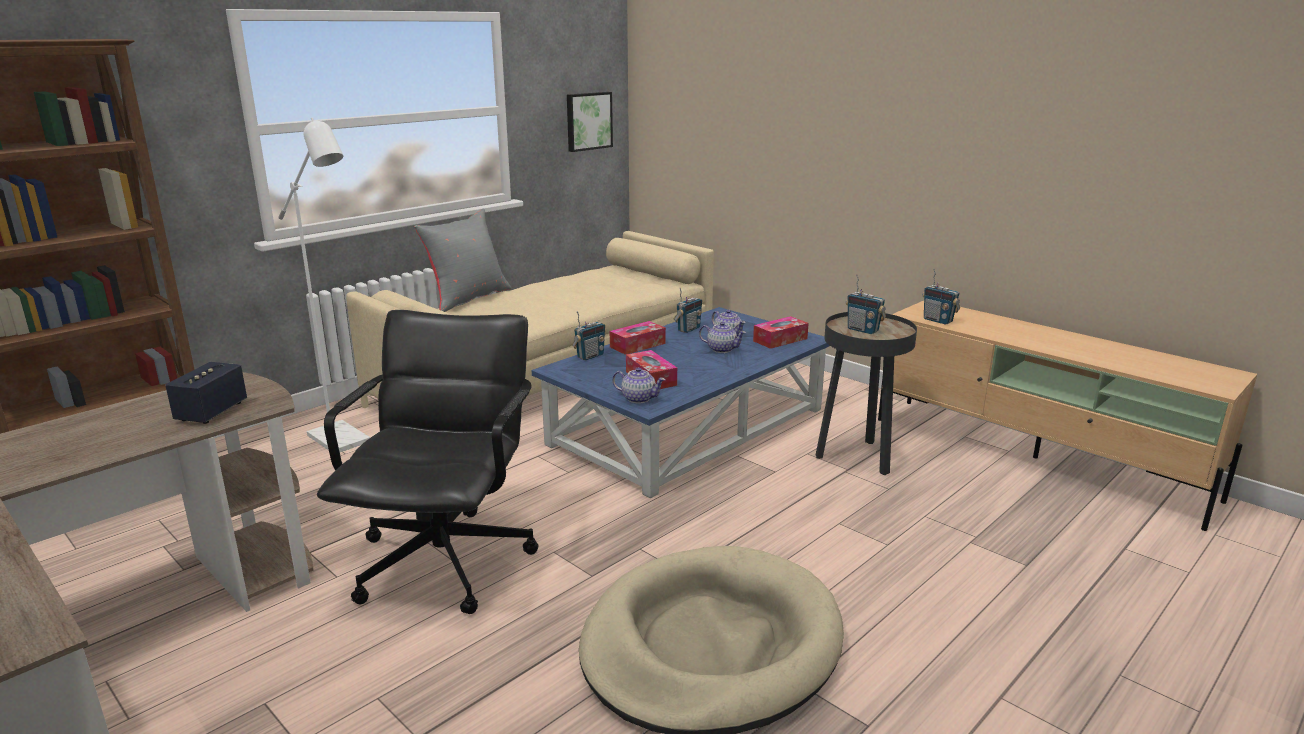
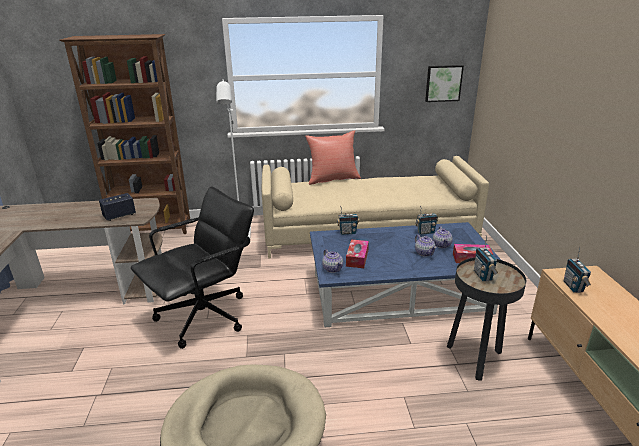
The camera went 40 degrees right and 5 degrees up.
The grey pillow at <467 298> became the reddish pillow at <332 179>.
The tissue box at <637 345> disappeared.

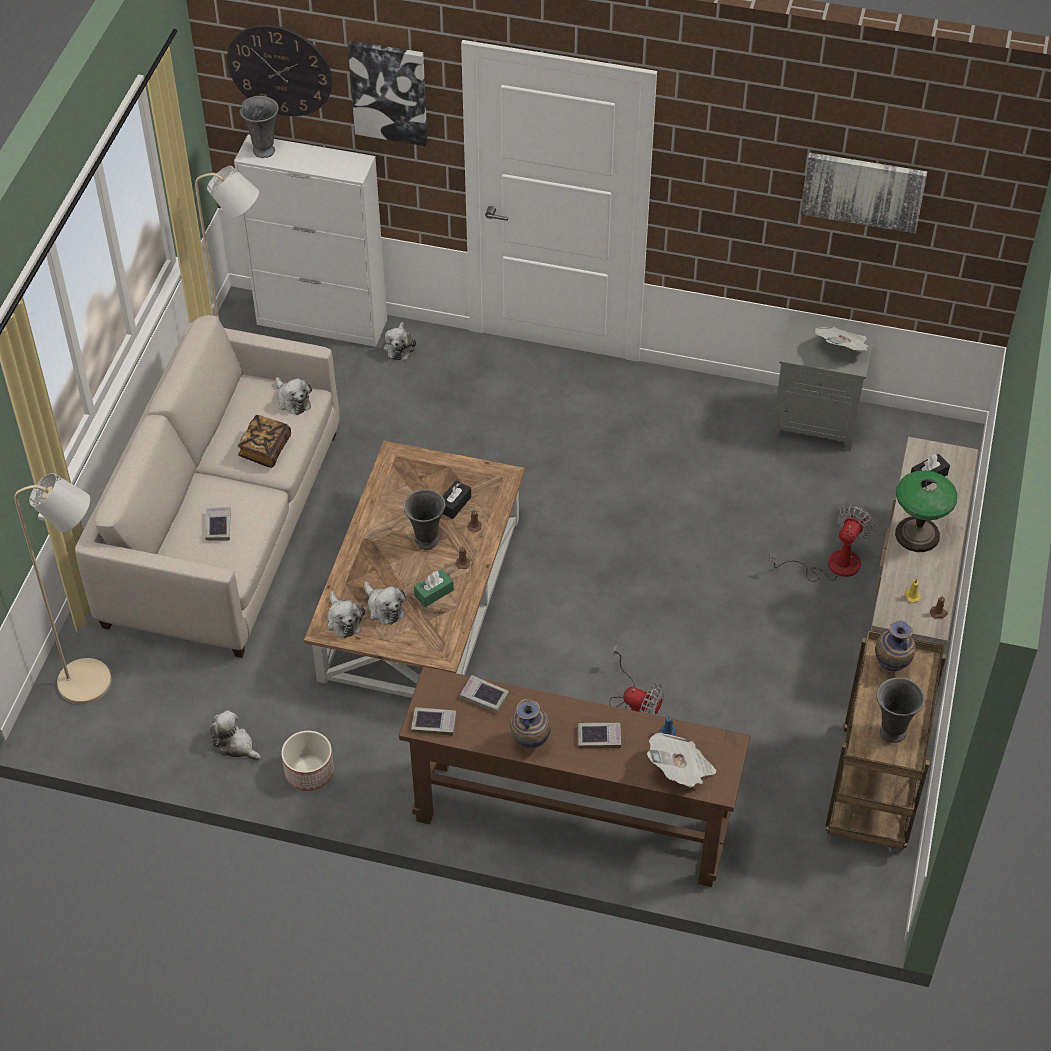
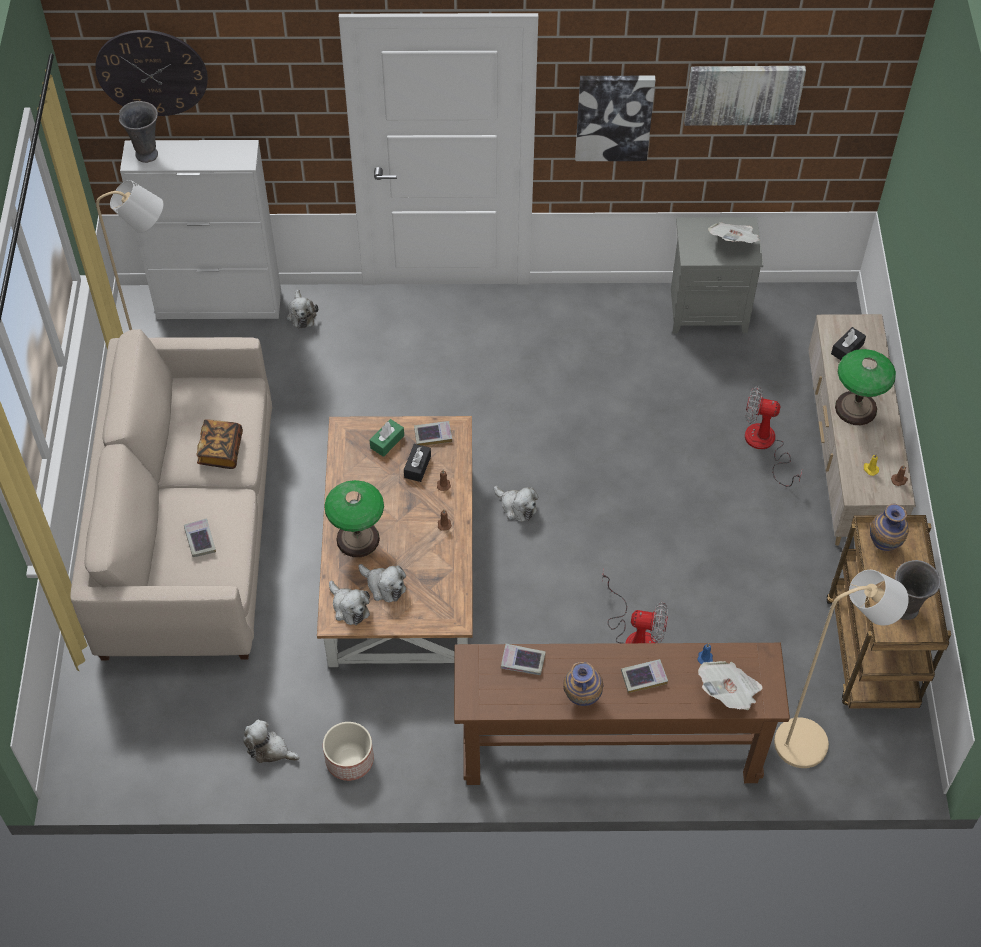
The camera went 15 degrees left and 5 degrees up.
The lamp for a table at <358 539> appeared.
The greenish tissue box moved from <434 593> to <387 442>.
The book moved from <434 723> to <433 435>.
The plush toy moved from <292 401> to <516 507>.
The picture moved from <389 91> to <614 116>.
The electric fan at <831 565> turned 90 degrees counterclockwise.
The sand-coloured floor lamp moved from <95 682> to <811 741>.
The grey flower vase at <426 541> disappeared.

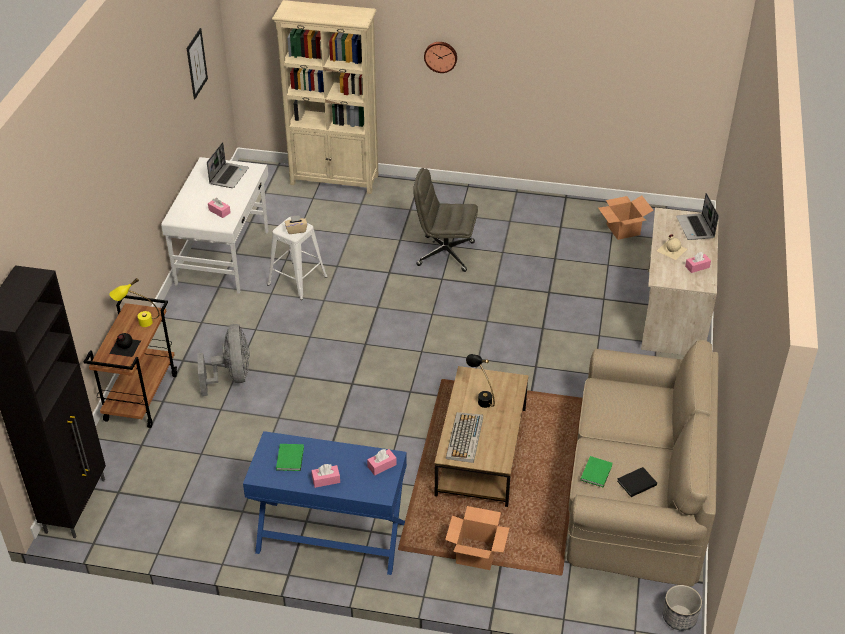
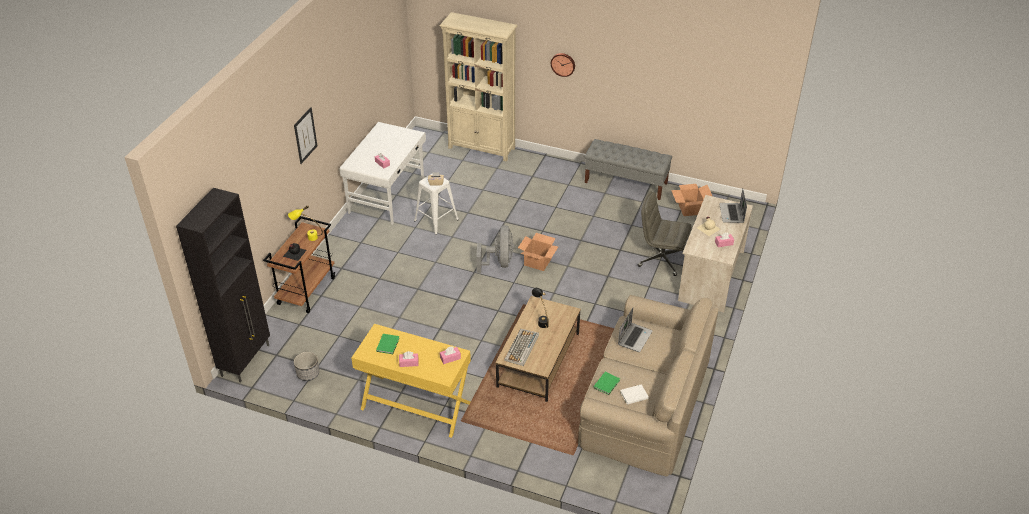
The camera went 10 degrees right and 0 degrees up.
The picture moved from <196 63> to <305 135>.
The plant pot moved from <679 617> to <308 374>.
The bluish console table at <330 537> became the yellow console table at <415 406>.
The grey electric fan moved from <232 377> to <499 263>.
The carton moved from <475 554> to <537 262>.
The grey long seat at <626 183> appeared.
The portable computer moved from <228 176> to <634 337>.
The black-coloured book at <635 483> became the whitish book at <633 395>.
The grey office chair moved from <444 254> to <661 259>.

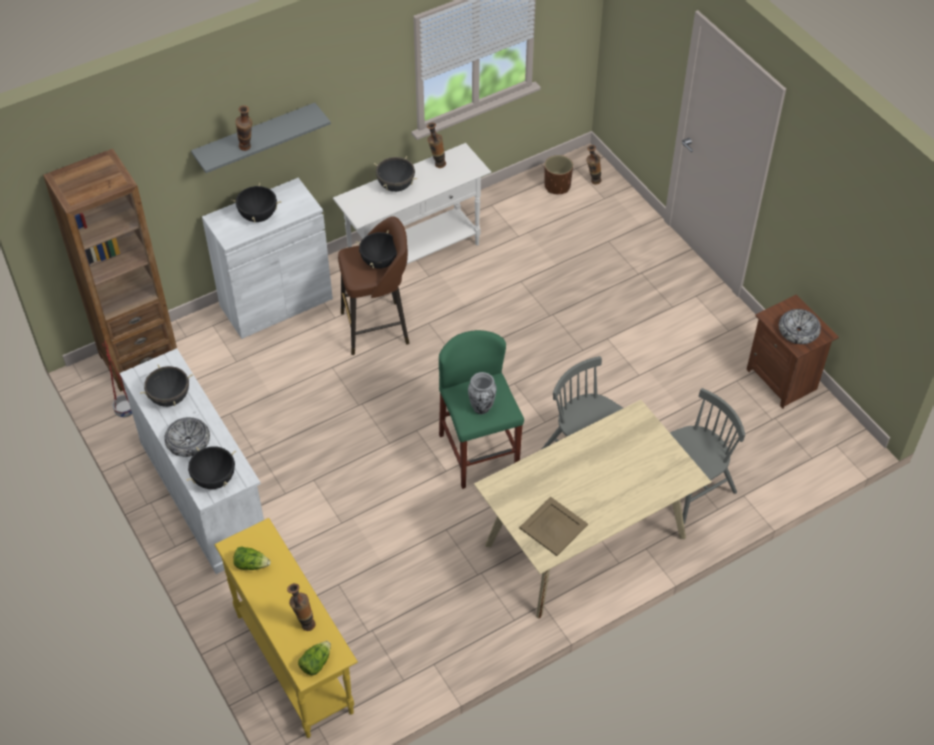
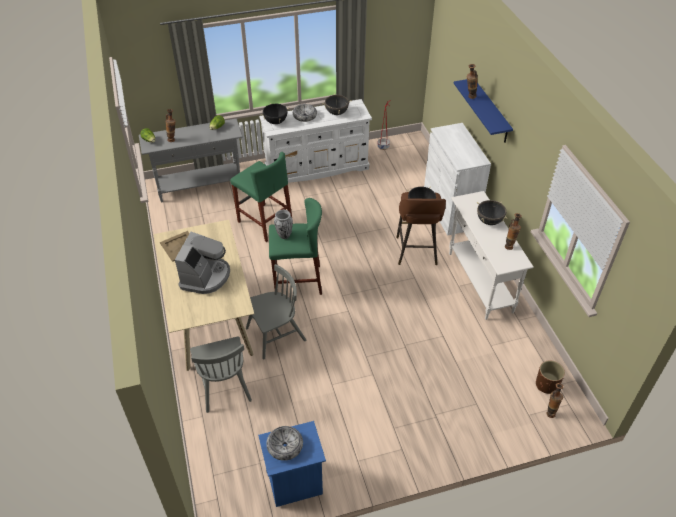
The camera went 105 degrees right and 5 degrees down.
The yellow console table at <294 662> became the grey console table at <200 186>.
The coffee machine at <205 276> appeared.
The greenish sitting stool at <265 222> appeared.
The brown-coloured night table at <783 379> became the bluish night table at <295 484>.
The grey shelf at <255 138> became the bluish shelf at <491 111>.
The brown-coloured bookcase at <140 359> disappeared.
The black-coloured saucepot at <258 216> disappeared.

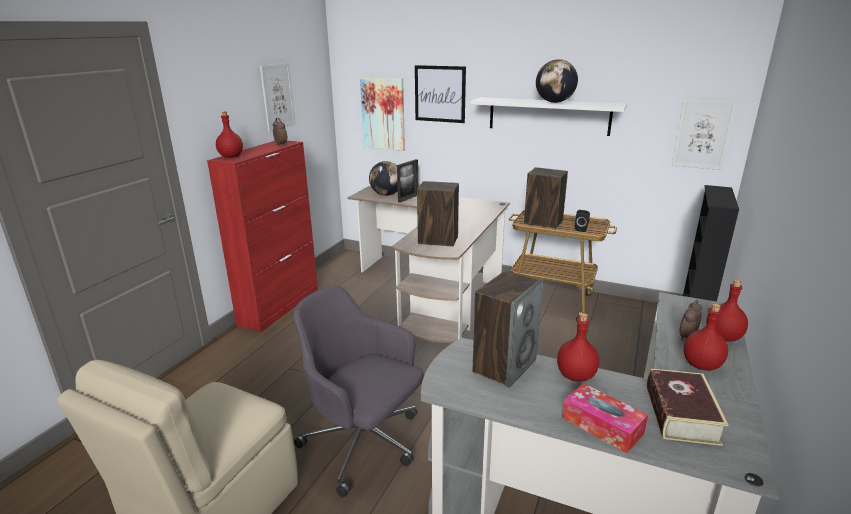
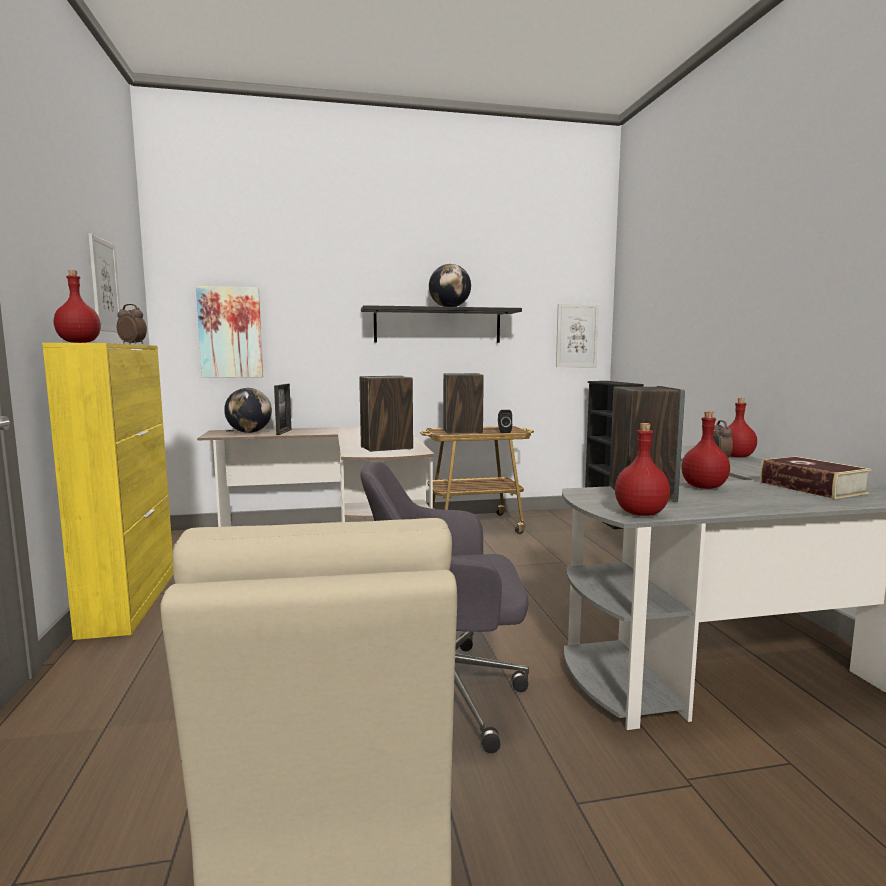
The camera went 35 degrees left and 15 degrees down.
The reddish cabinet at <280 306> became the yellow cabinet at <130 601>.
The whitish shelf at <548 116> became the black-coloured shelf at <438 326>.
The reddish bottle moved from <702 365> to <640 513>.
The picture at <440 94> disappeared.
The tissue box at <602 425> disappeared.

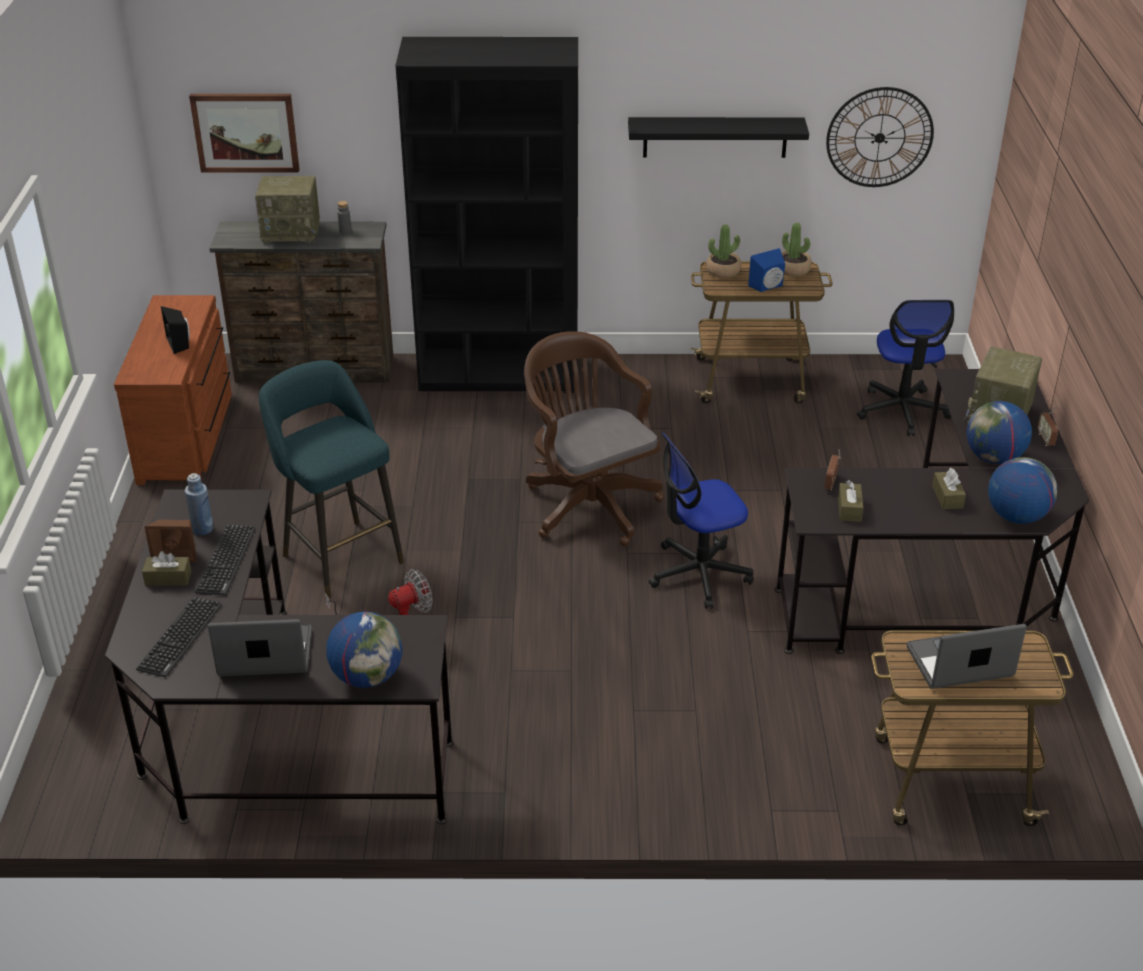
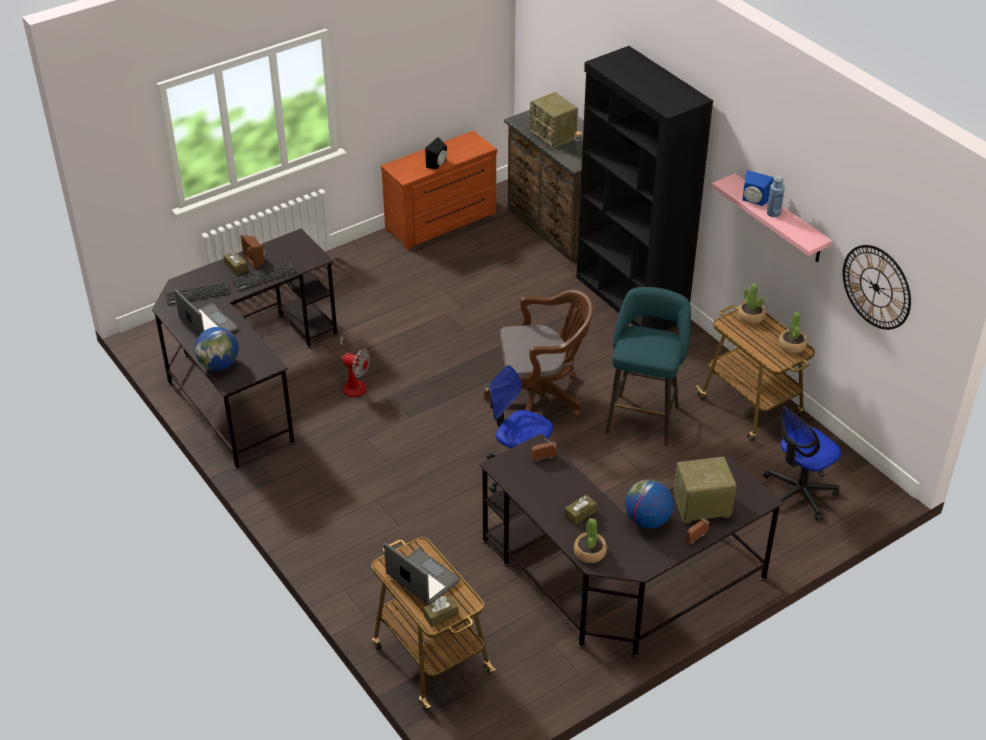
The camera went 55 degrees right and 5 degrees up.
The brown-coloured tissue box moved from <849 509> to <441 615>.
The brown-coloured office chair at <588 502> turned 60 degrees clockwise.
The world globe at <1016 516> was replaced by the plant in a pot at <589 552>.
The blue-green sitting stool moved from <339 555> to <643 416>.
The black-coloured shelf at <715 137> became the pink shelf at <780 219>.
The bluish speaker moved from <768 287> to <753 201>.
The bluish bottle moved from <202 529> to <773 213>.
The picture at <245 132> disappeared.

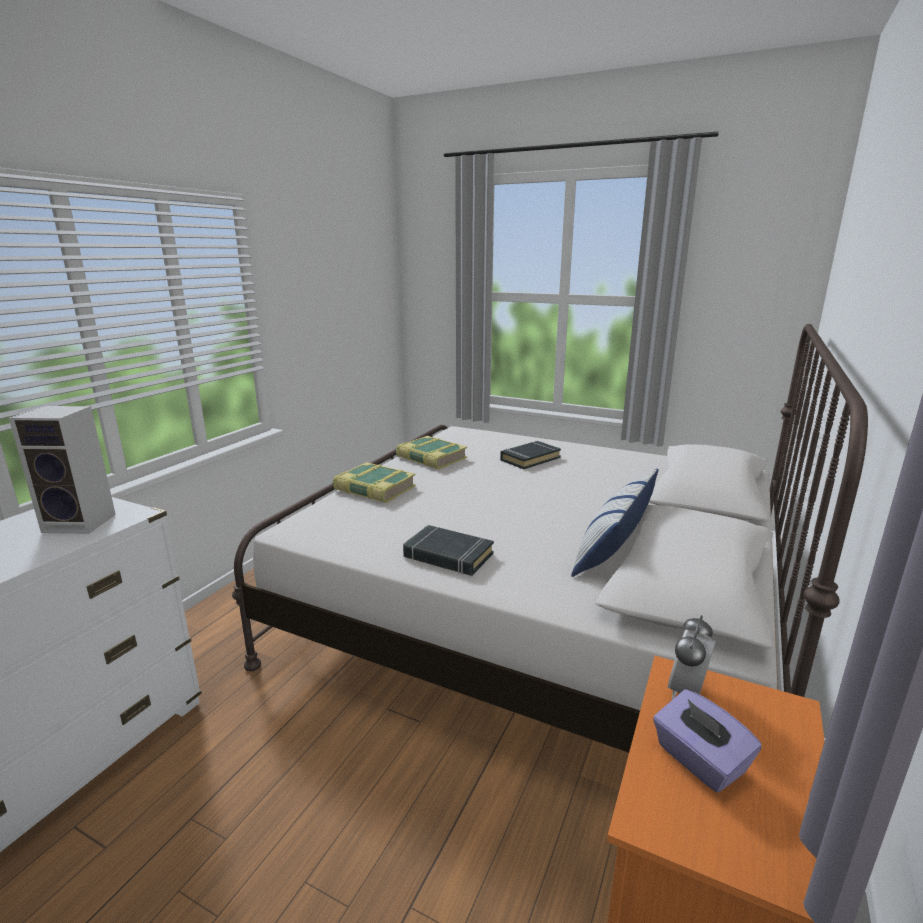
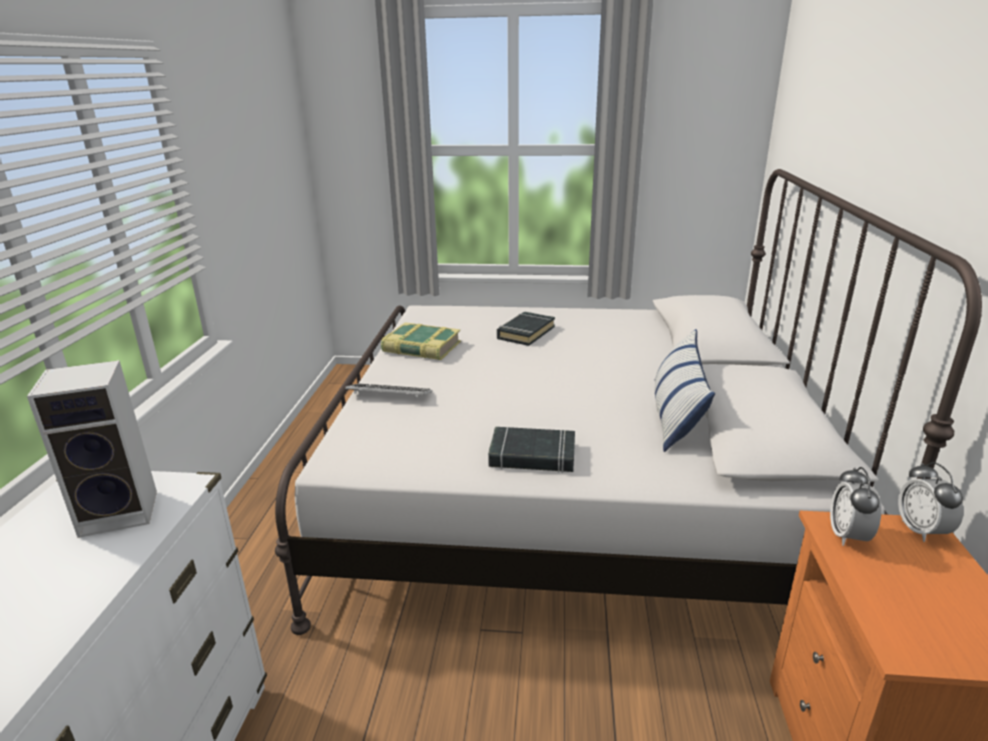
The camera went 20 degrees left and 5 degrees up.
The book at <374 489> was replaced by the keyboard at <389 395>.
The bedside clock at <921 530> appeared.
The purplish tissue box at <699 760> disappeared.

